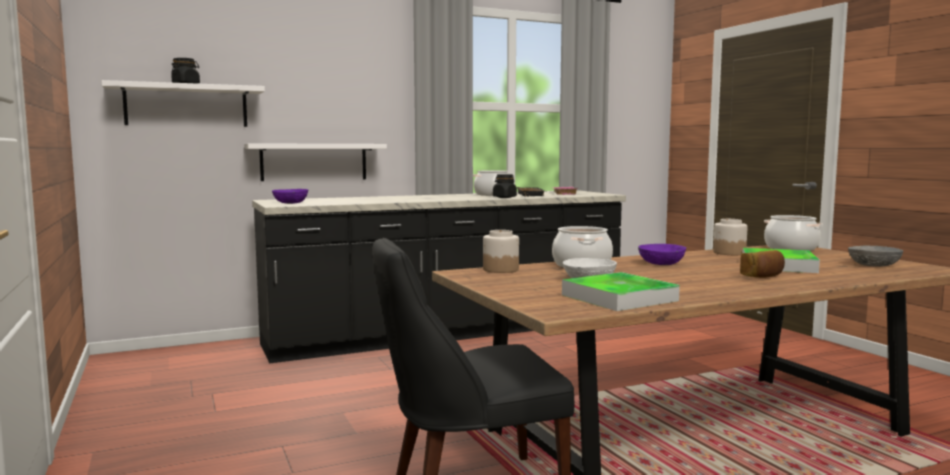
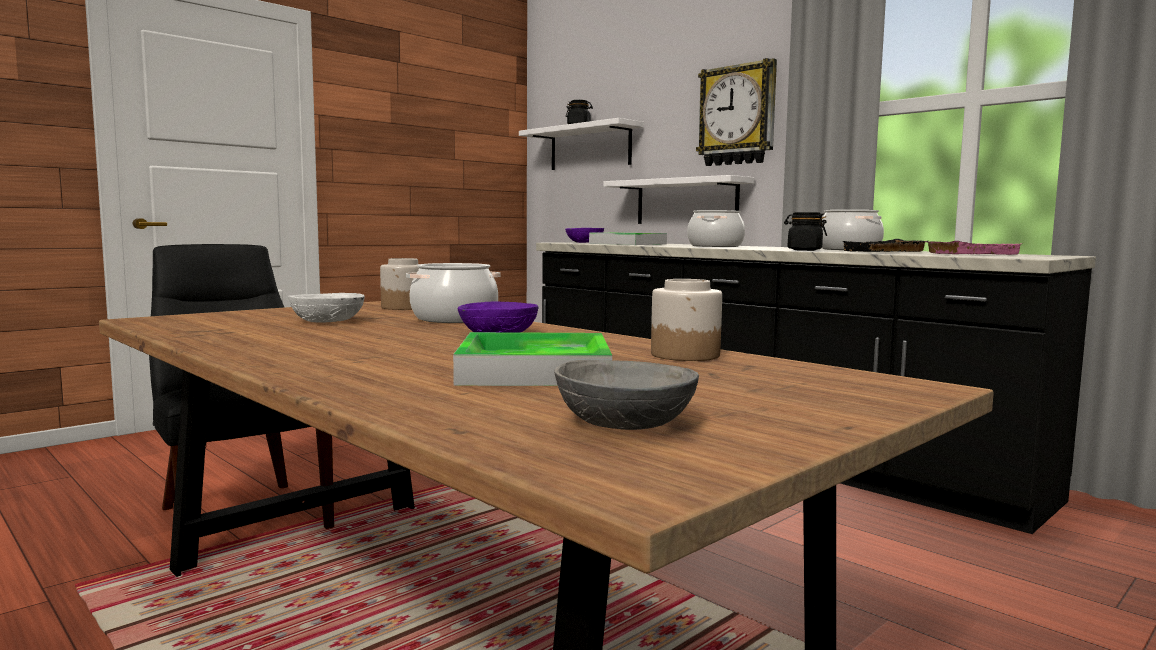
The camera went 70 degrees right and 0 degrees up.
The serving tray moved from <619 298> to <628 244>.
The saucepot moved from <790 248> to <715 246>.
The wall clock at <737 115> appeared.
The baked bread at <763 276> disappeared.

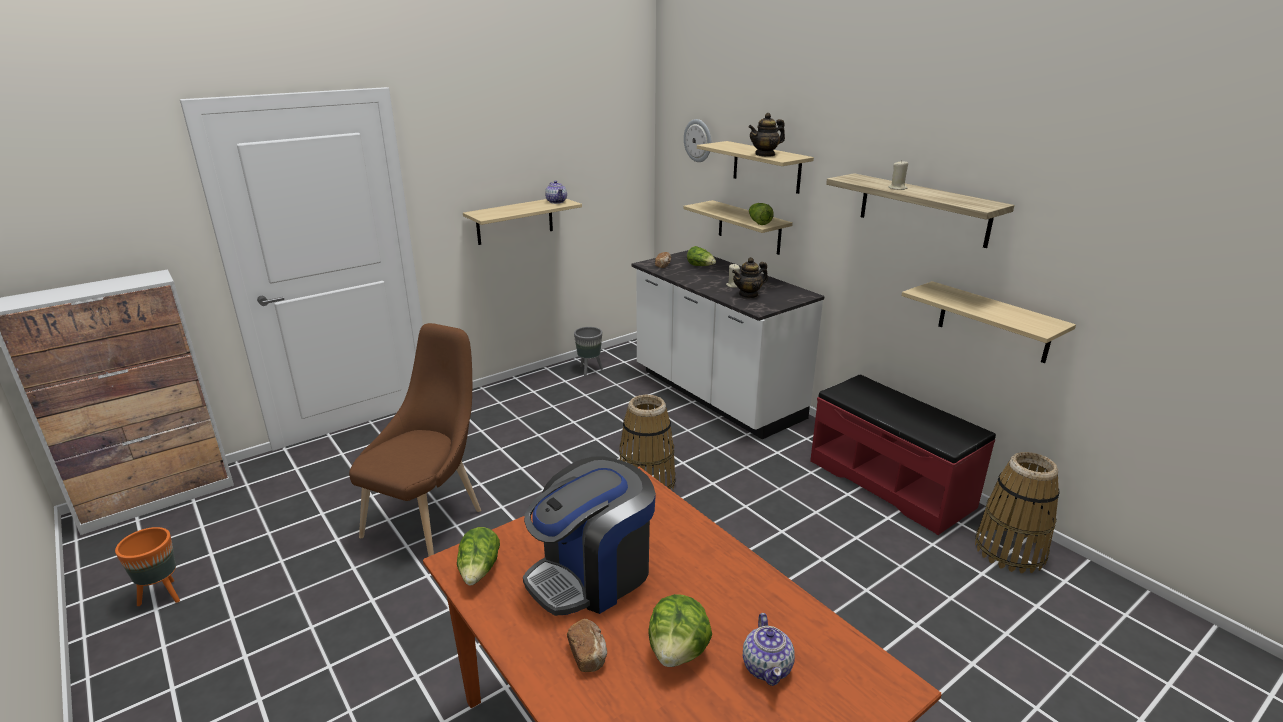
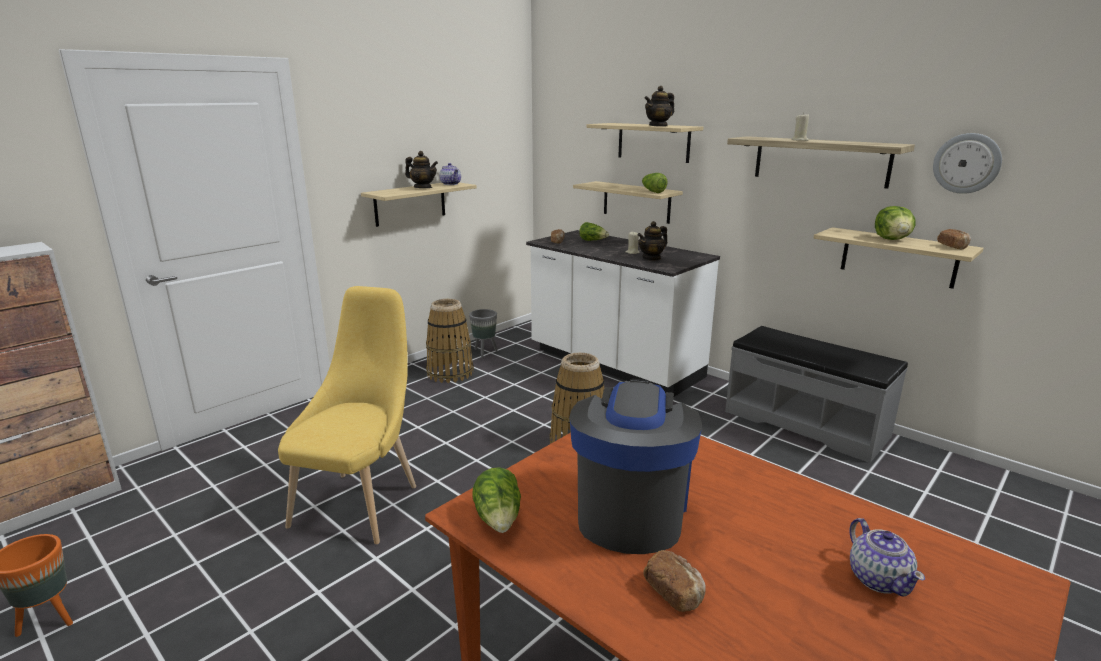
The camera went 10 degrees left and 5 degrees down.
The brown-coloured upright chair at <429 520> became the yellow upright chair at <361 501>.
The pot for tea at <423 188> appeared.
The basket moved from <1010 550> to <450 373>.
The coffee machine at <592 574> turned 150 degrees clockwise.
The reddish long seat at <890 483> became the grey long seat at <805 423>.
The lettuce moved from <678 652> to <892 239>.
The wall clock moved from <698 140> to <966 163>.
The baked bread at <953 247> appeared.

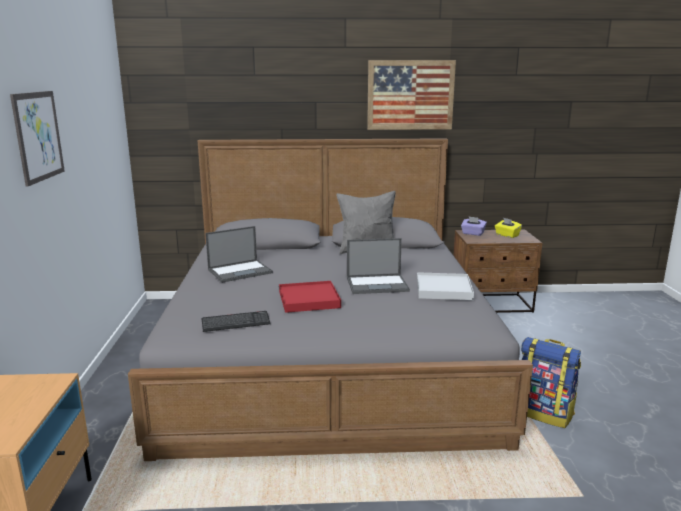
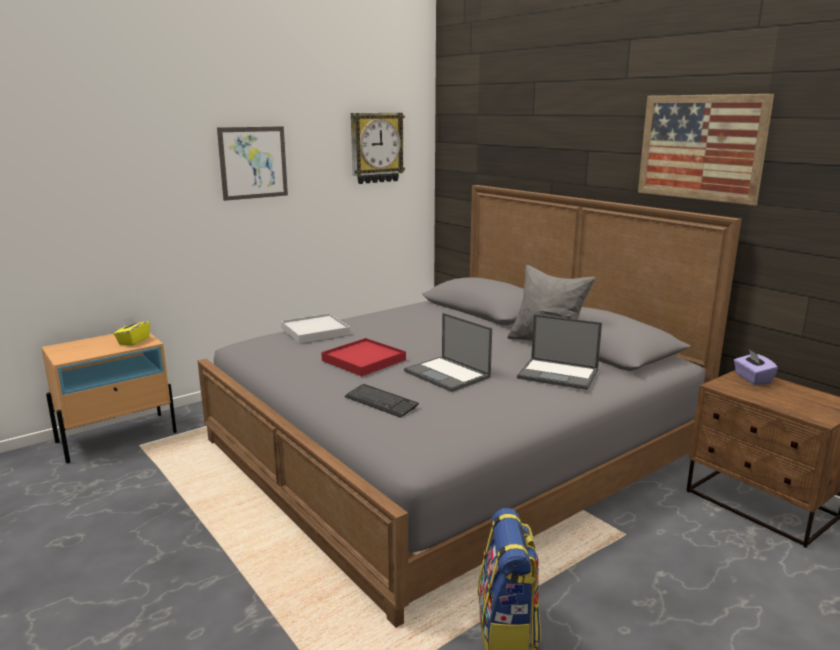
The camera went 55 degrees right and 0 degrees up.
The yellow tissue box moved from <507 235> to <133 341>.
The whitish serving tray moved from <443 289> to <315 331>.
The keyboard moved from <235 323> to <381 402>.
The wall clock at <376 148> appeared.
The portable computer moved from <240 271> to <559 374>.

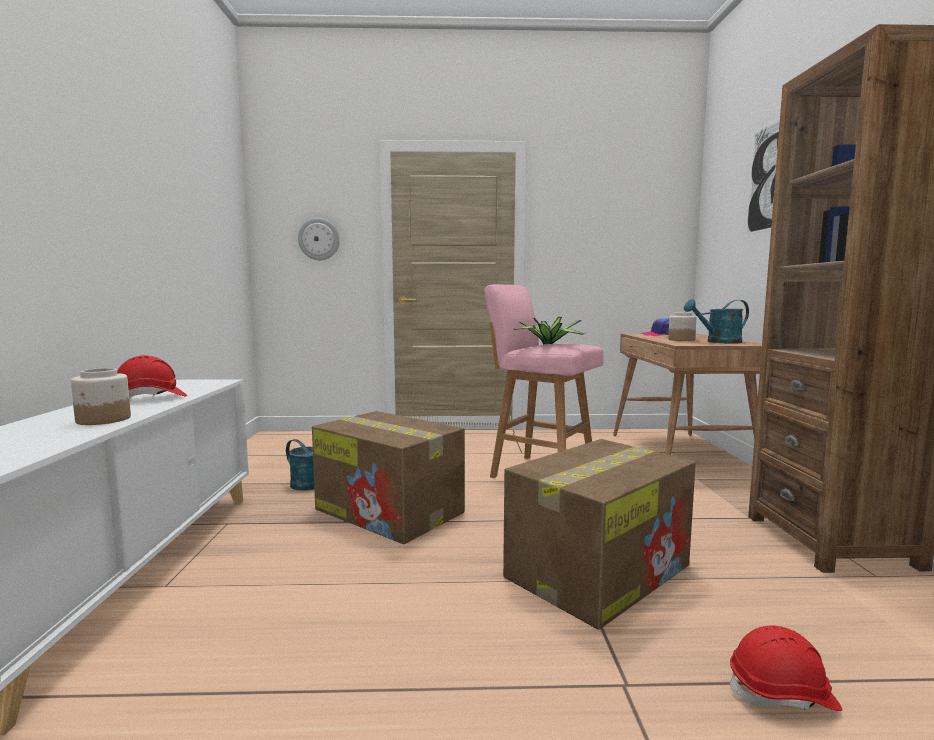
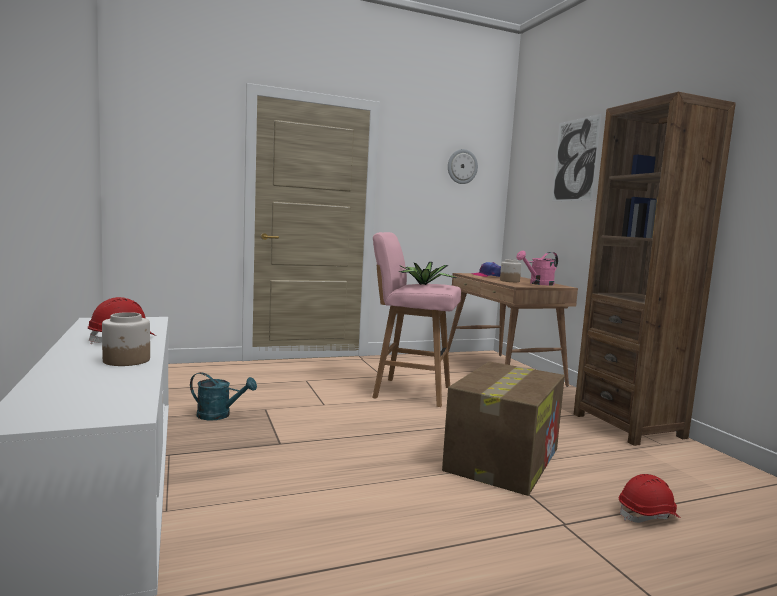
The camera went 20 degrees left and 0 degrees up.
The wall clock moved from <319 239> to <462 166>.
The blue-green watering pot at <718 342> became the pink watering pot at <538 284>.
The carton at <391 511> disappeared.

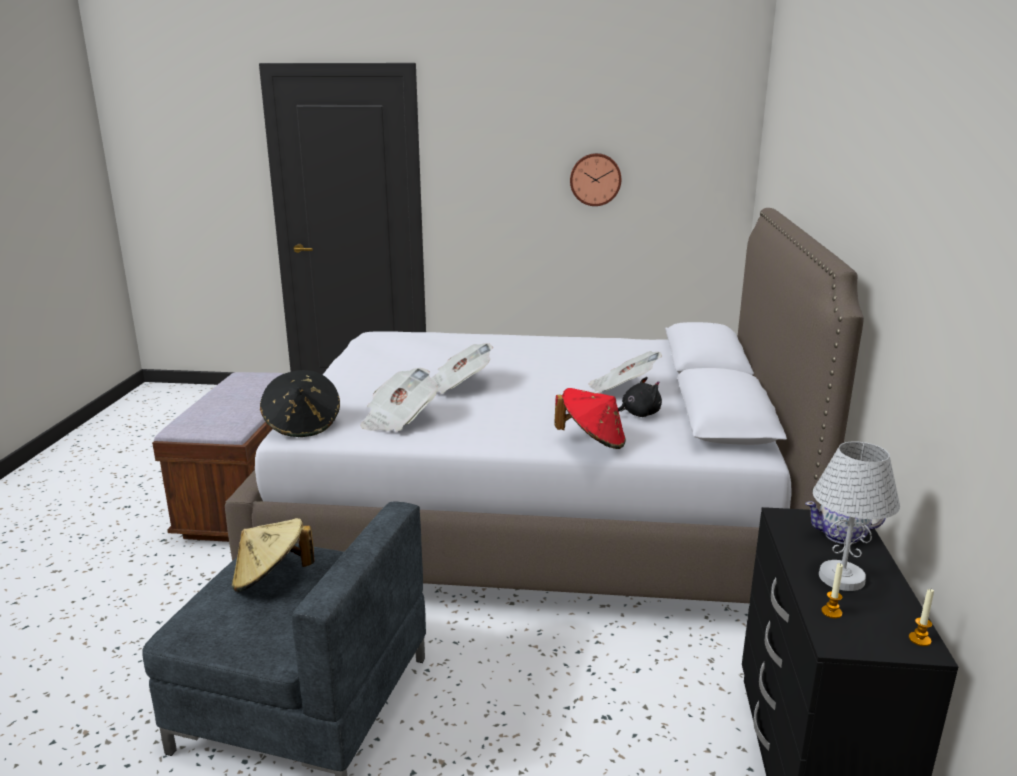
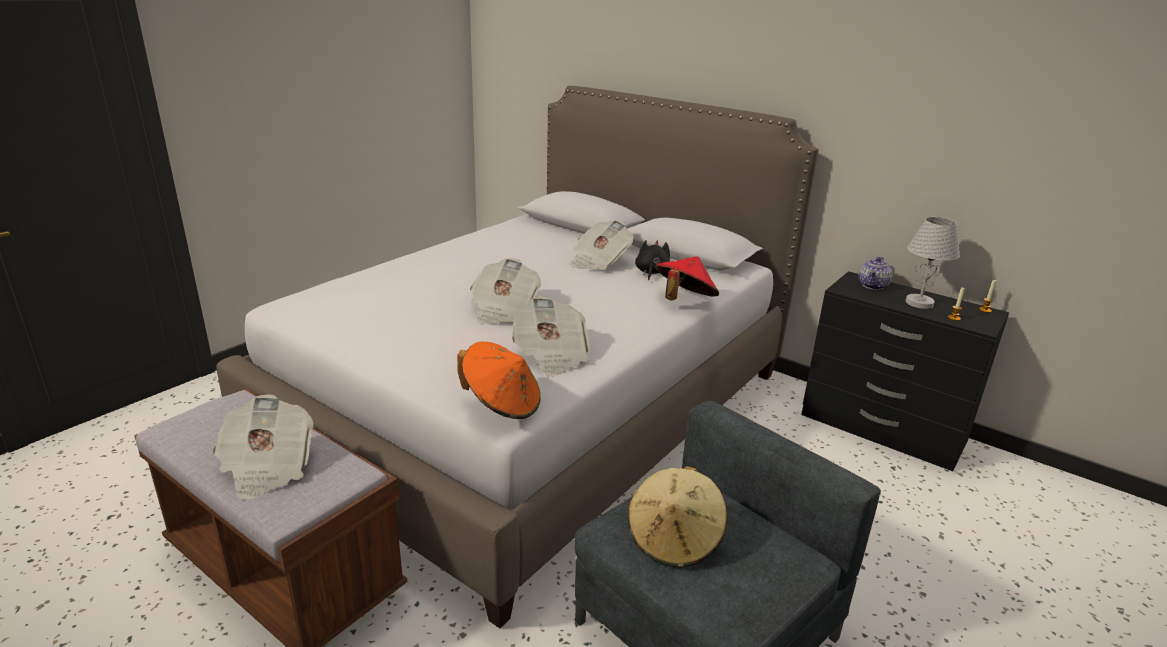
The camera went 60 degrees left and 5 degrees up.
The printed paper at <267 467> appeared.
The black-coloured wearable hat at <303 425> became the orange wearable hat at <502 404>.
The wall clock at <595 179> disappeared.

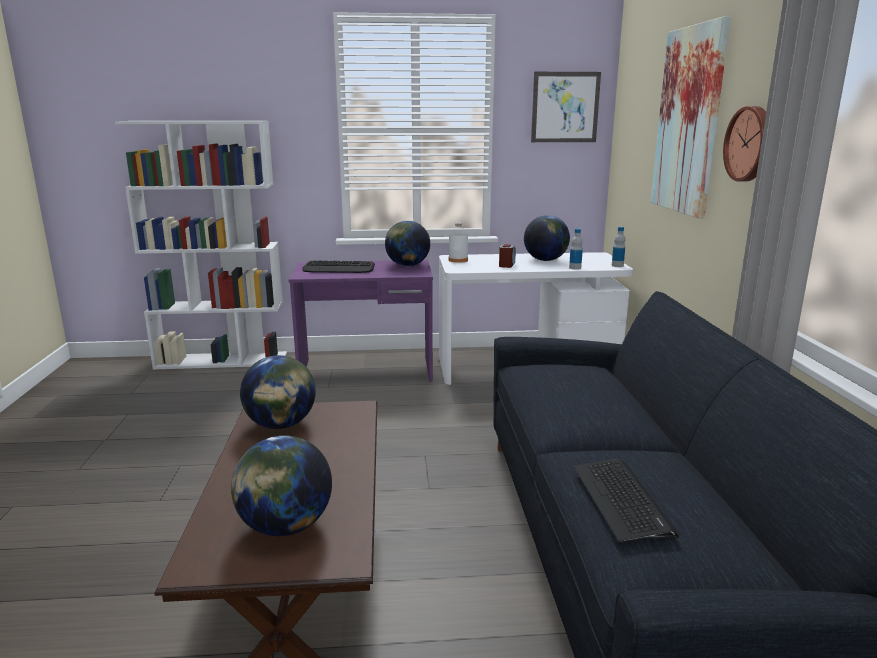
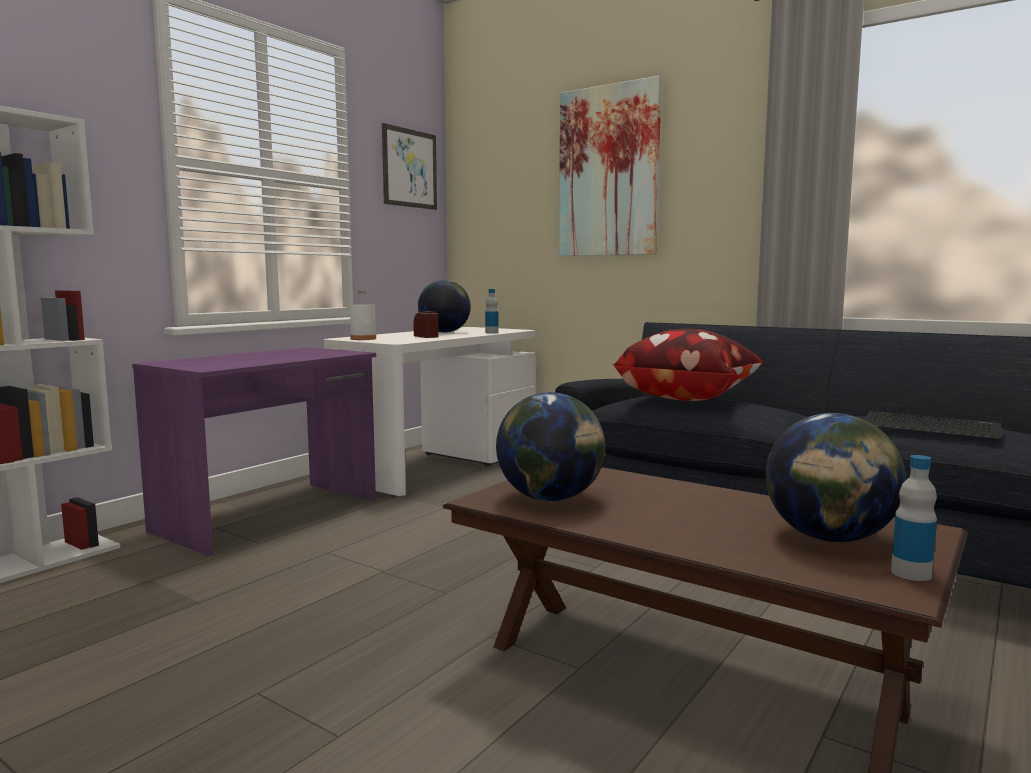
The camera went 50 degrees left and 10 degrees down.
The pillow at <686 398> appeared.
The bottle moved from <617 265> to <911 573>.
The keyboard at <339 268> disappeared.
The world globe at <407 265> disappeared.
The wall clock at <750 144> disappeared.

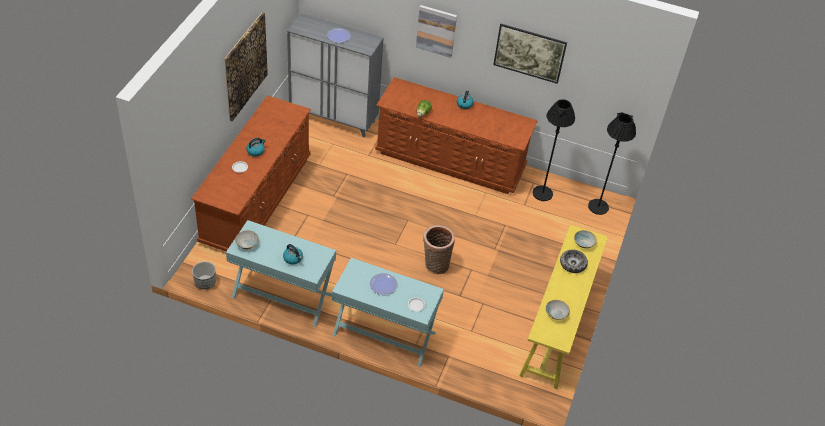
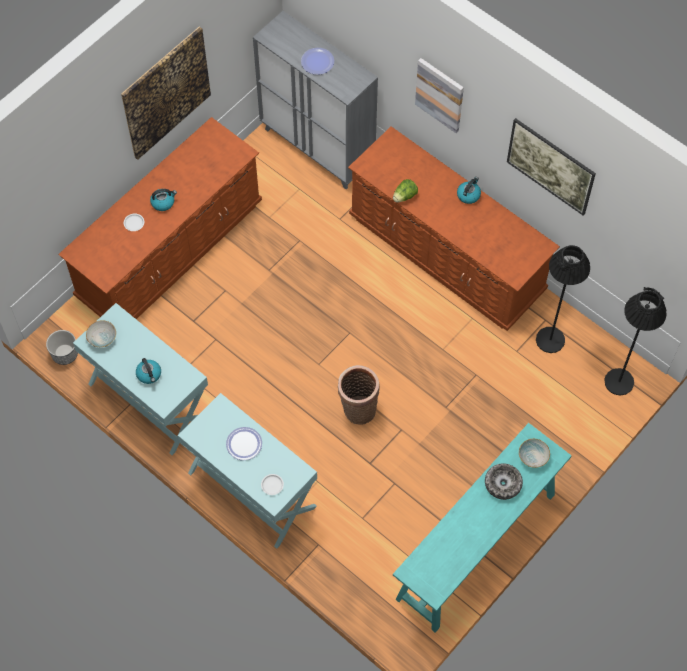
The camera went 25 degrees right and 15 degrees up.
The yellow console table at <557 328> became the blue-green console table at <475 547>.
The bowl at <556 313> disappeared.

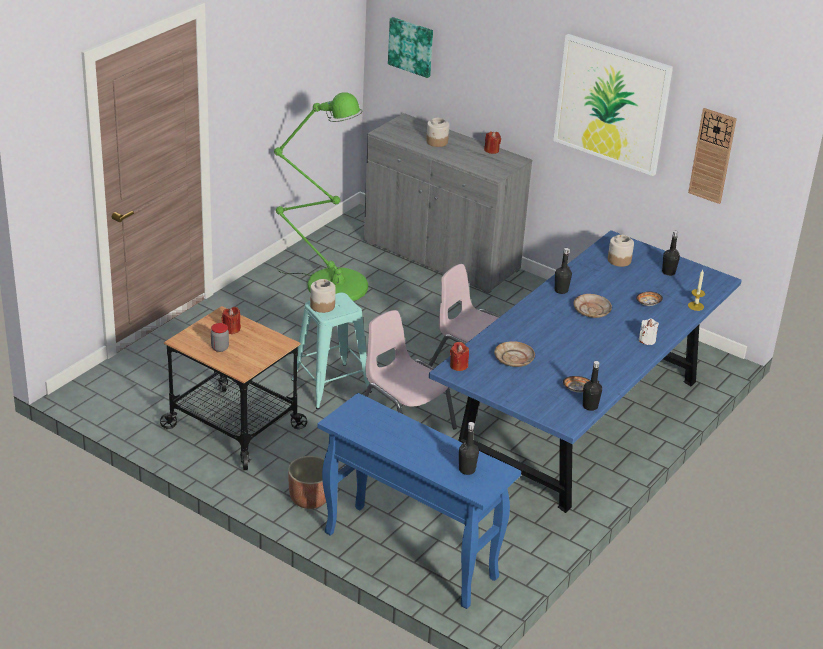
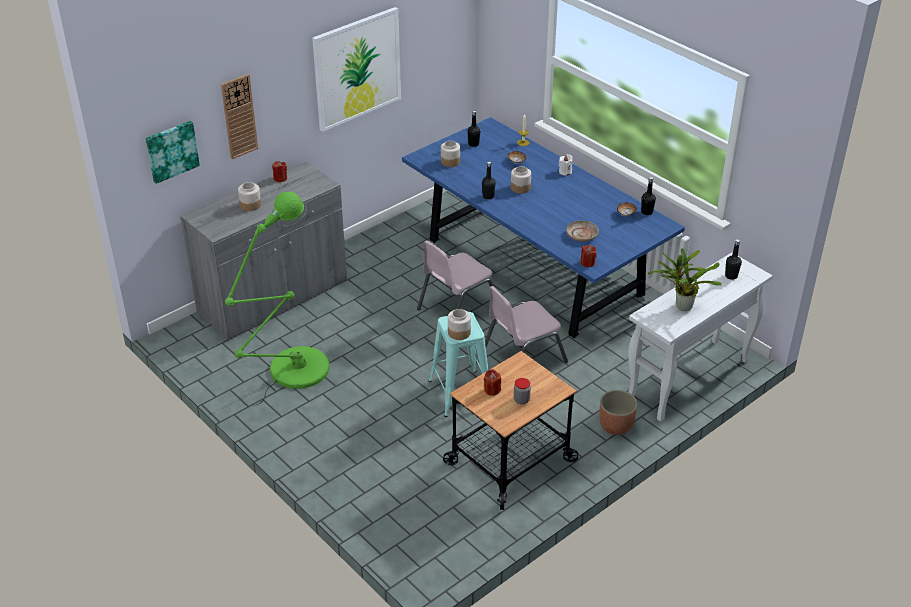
The camera went 75 degrees left and 5 degrees up.
The wall clock moved from <712 155> to <239 116>.
The sand-coloured flat dish at <591 310> was replaced by the jar at <520 188>.
The bluish console table at <408 555> became the whitish console table at <688 380>.
The plant in a pot at <681 306> appeared.

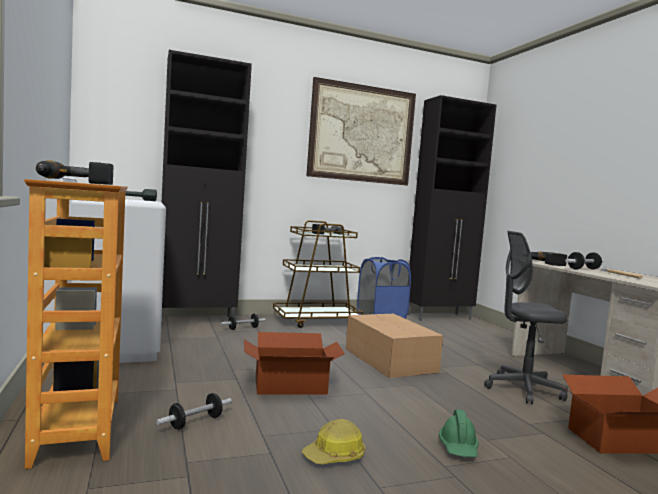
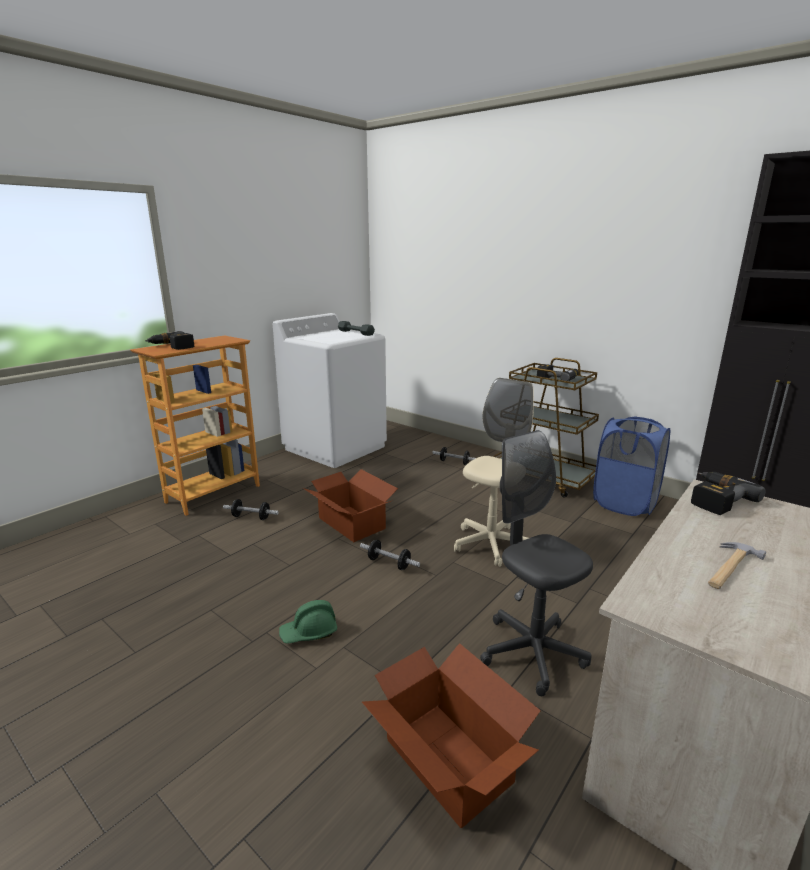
The camera went 60 degrees right and 15 degrees up.
The dumbbell moved from <583 269> to <389 563>.
The carton at <389 359> was replaced by the sand-coloured office chair at <491 544>.
The black-coloured cabinet at <197 320> disappeared.
The work helmet at <335 456> disappeared.
The picture at <362 133> disappeared.

